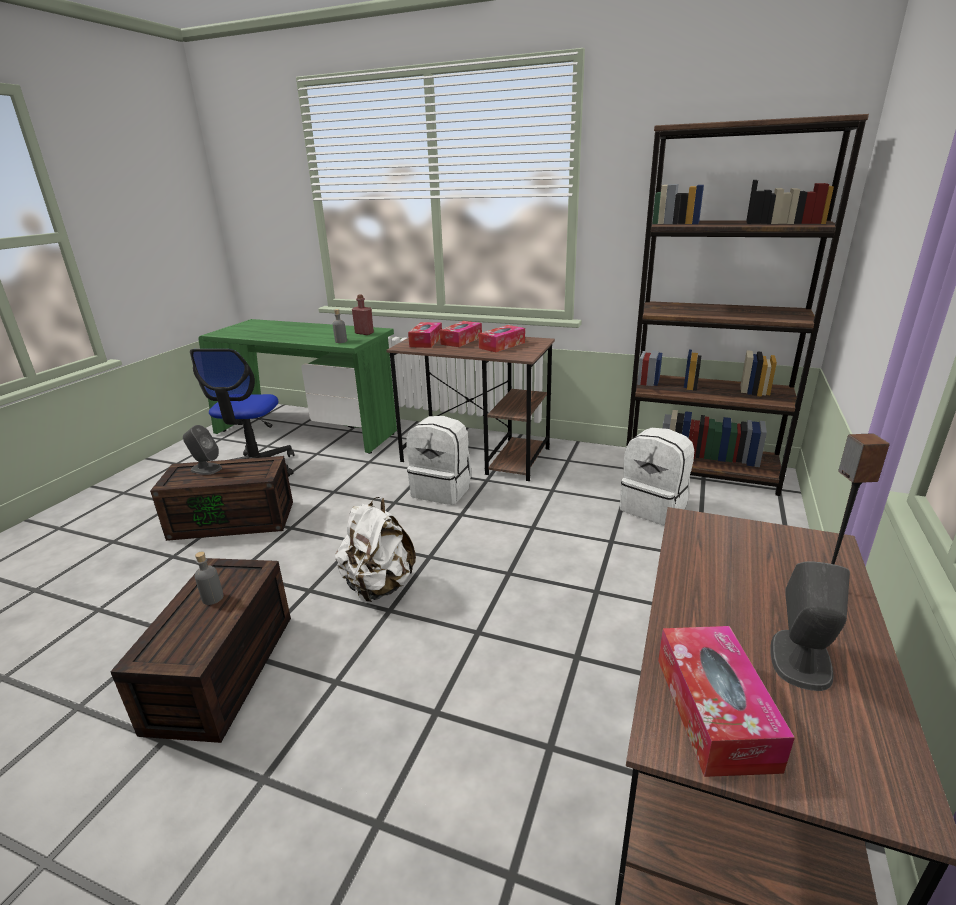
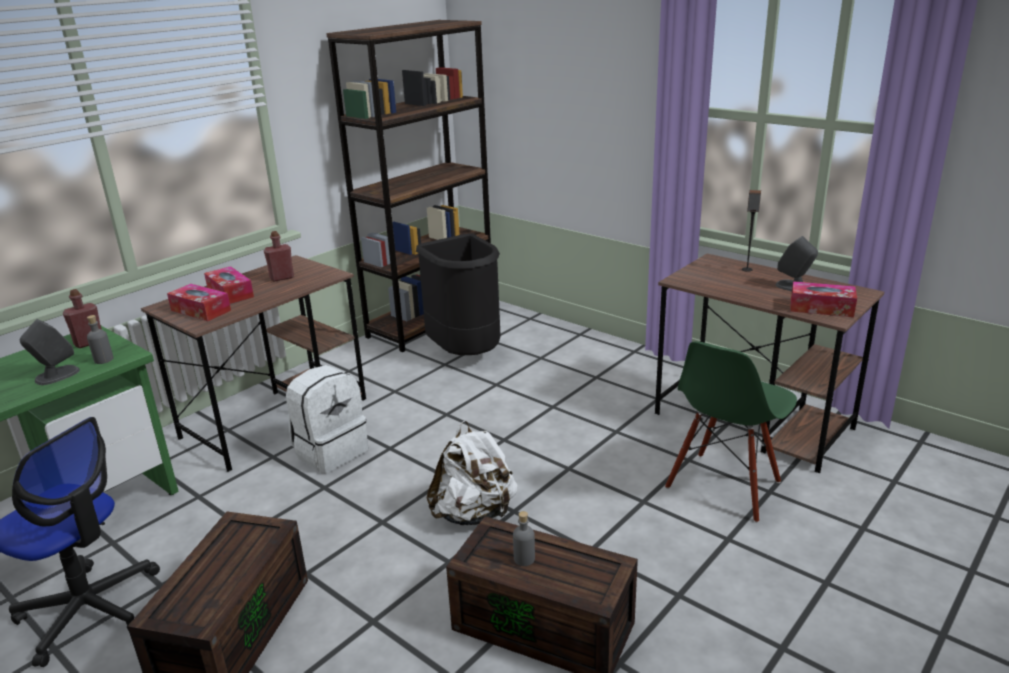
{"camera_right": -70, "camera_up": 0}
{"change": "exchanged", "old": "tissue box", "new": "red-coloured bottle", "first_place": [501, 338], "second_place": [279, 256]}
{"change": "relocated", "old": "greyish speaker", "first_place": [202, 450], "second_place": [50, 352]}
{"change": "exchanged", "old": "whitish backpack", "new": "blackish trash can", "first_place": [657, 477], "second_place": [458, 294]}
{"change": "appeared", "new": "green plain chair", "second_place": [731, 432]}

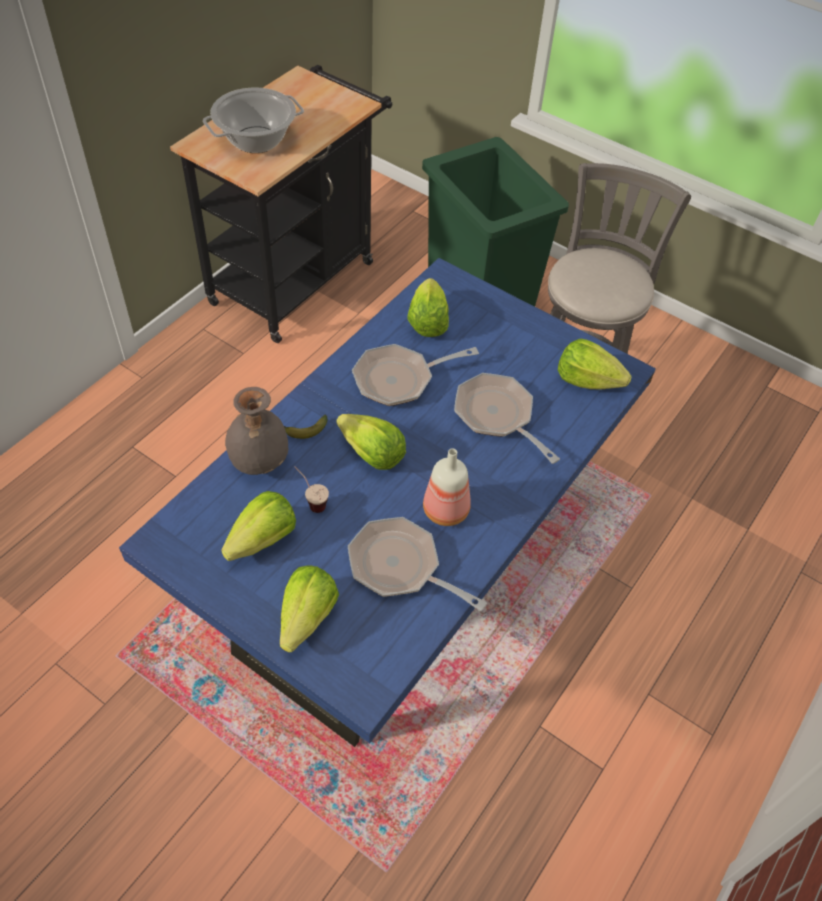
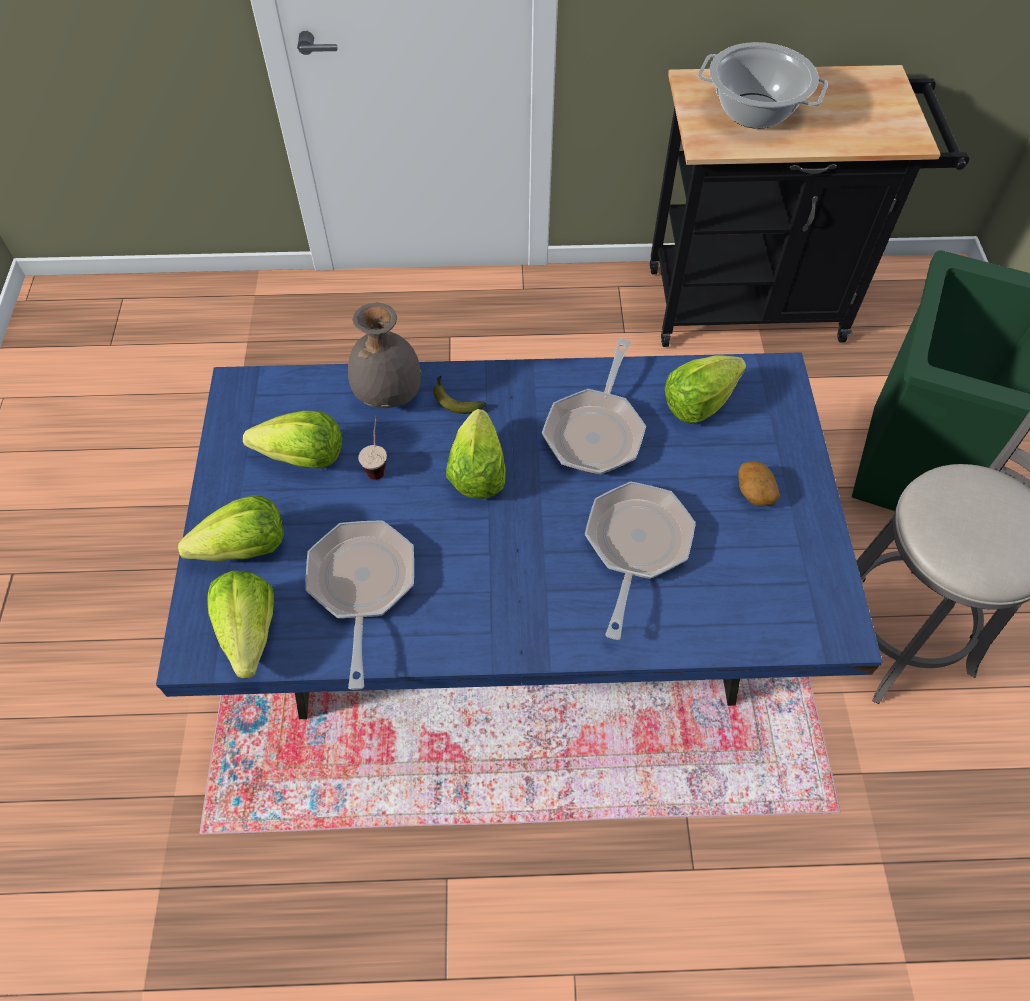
{"camera_right": 55, "camera_up": 5}
{"change": "relocated", "old": "lettuce", "first_place": [595, 364], "second_place": [240, 624]}
{"change": "spun", "old": "pan", "first_place": [415, 375], "second_place": [594, 407], "degrees": -105}
{"change": "missing", "old": "bottle", "first_place": [447, 487]}
{"change": "appeared", "new": "spud", "second_place": [758, 484]}

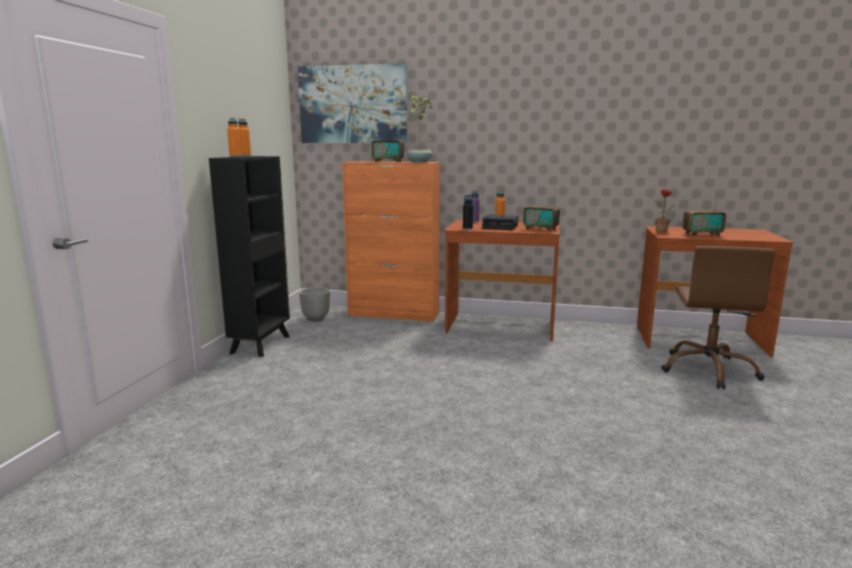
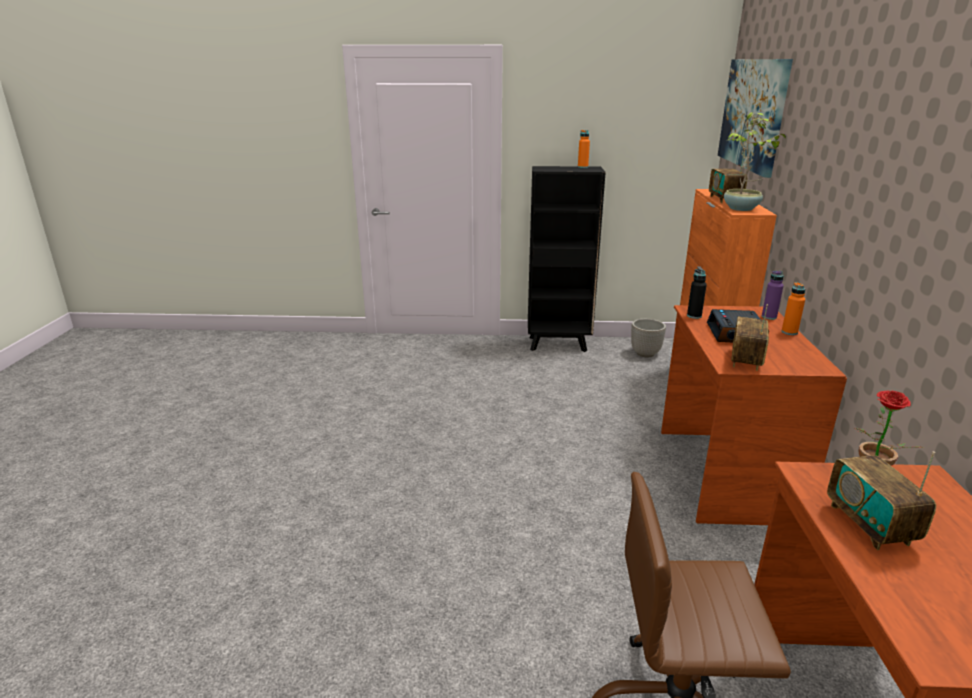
{"camera_right": 80, "camera_up": 10}
{"change": "missing", "old": "orange bottle", "first_place": [234, 137]}

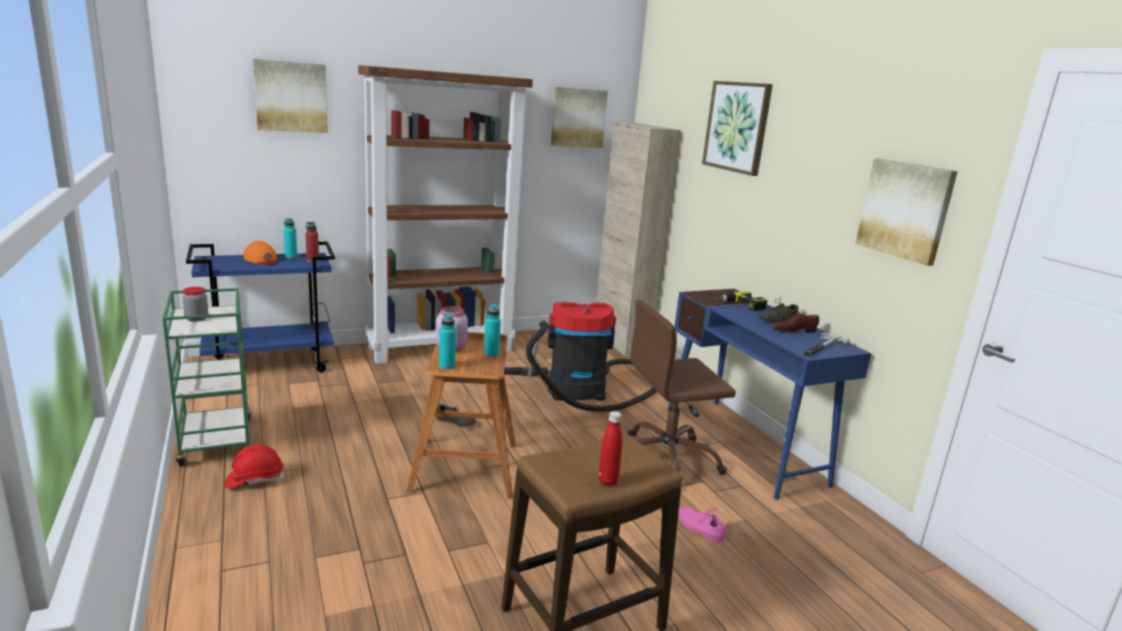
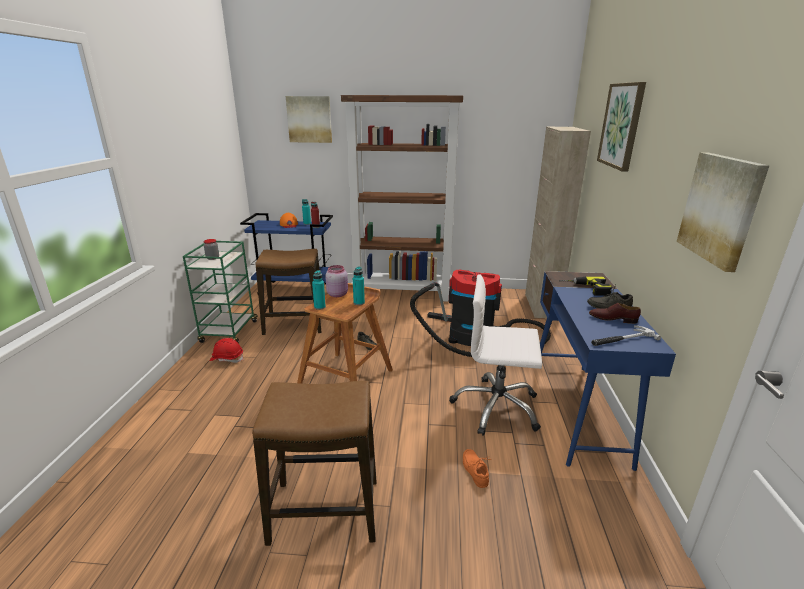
{"camera_right": 30, "camera_up": 5}
{"change": "missing", "old": "picture", "first_place": [579, 117]}
{"change": "colour", "old": "brown office chair", "new": "whitish office chair", "first_place": [681, 387], "second_place": [495, 355]}
{"change": "missing", "old": "red-coloured bottle", "first_place": [610, 448]}
{"change": "colour", "old": "pinkish shoe", "new": "orange shoe", "first_place": [702, 524], "second_place": [477, 468]}
{"change": "appeared", "new": "stool", "second_place": [288, 292]}

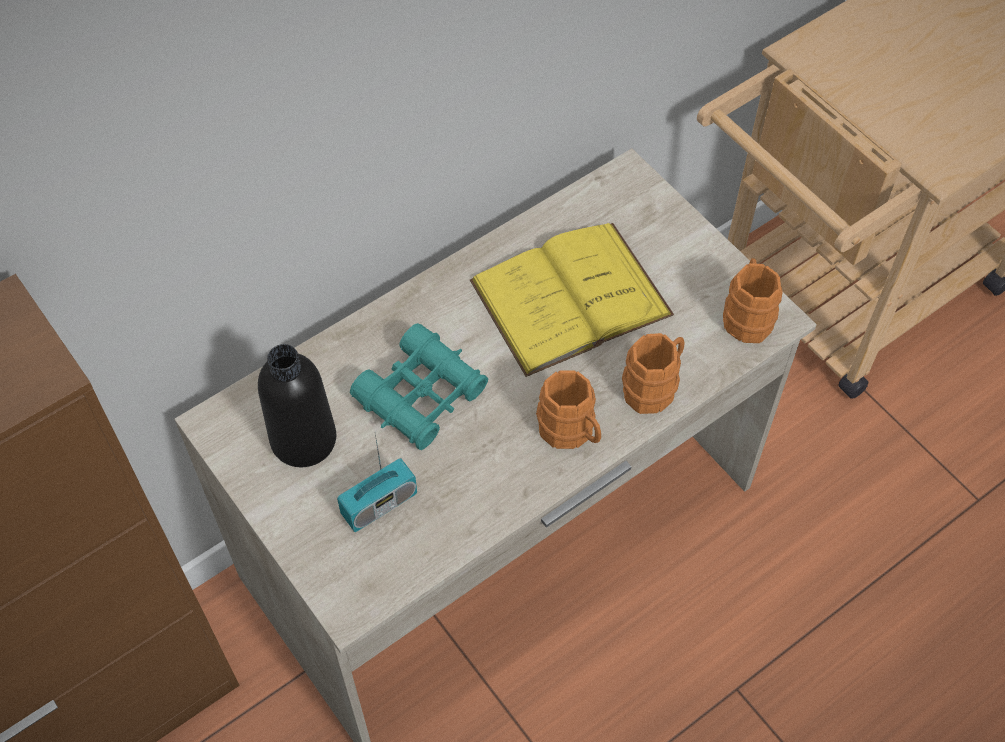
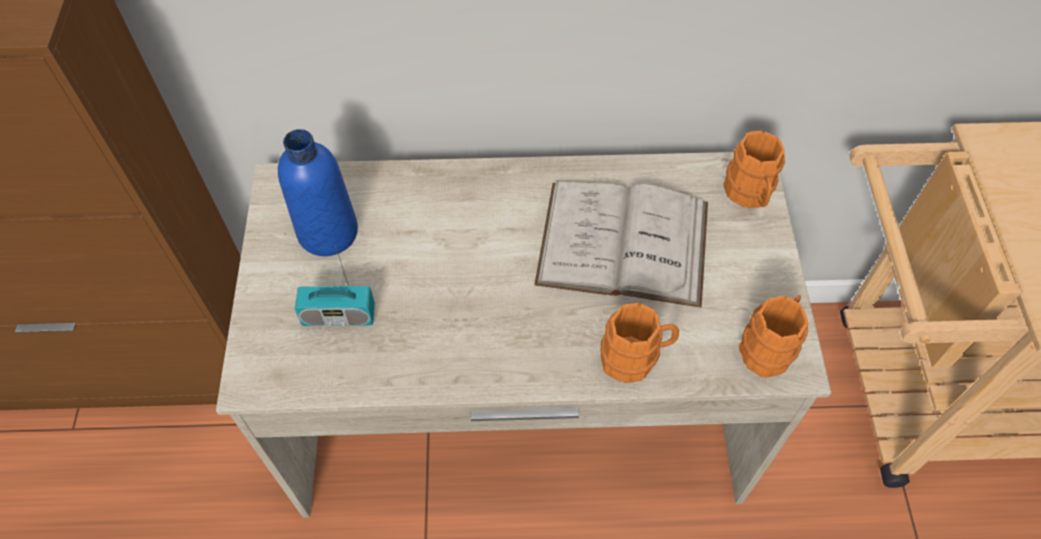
{"camera_right": 35, "camera_up": 0}
{"change": "colour", "old": "yellow-coloured book", "new": "whitish book", "first_place": [572, 300], "second_place": [621, 244]}
{"change": "missing", "old": "turquoise-coloured field glasses", "first_place": [419, 386]}
{"change": "colour", "old": "blackish bottle", "new": "blue-coloured bottle", "first_place": [297, 405], "second_place": [318, 192]}
{"change": "relocated", "old": "orange tea mug", "first_place": [568, 409], "second_place": [754, 169]}

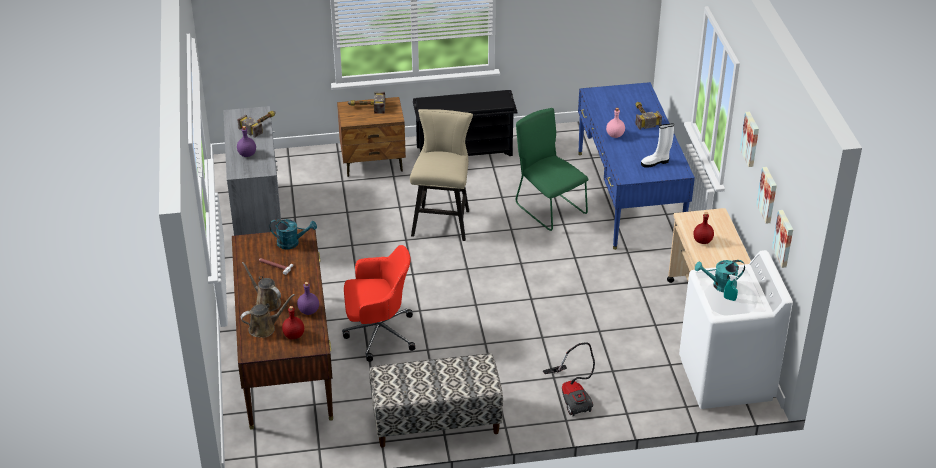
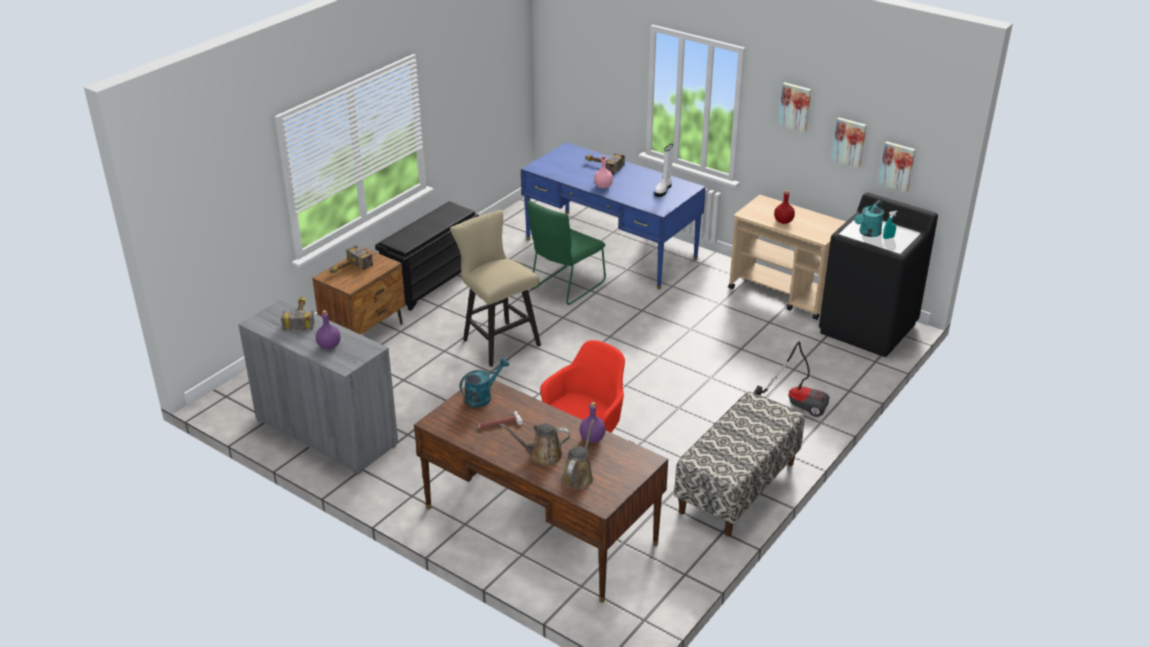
{"camera_right": -45, "camera_up": -5}
{"change": "spun", "old": "green plain chair", "first_place": [552, 169], "second_place": [566, 253], "degrees": -60}
{"change": "colour", "old": "whitish washing machine", "new": "blackish washing machine", "first_place": [736, 329], "second_place": [878, 274]}
{"change": "missing", "old": "red-coloured bottle", "first_place": [293, 322]}

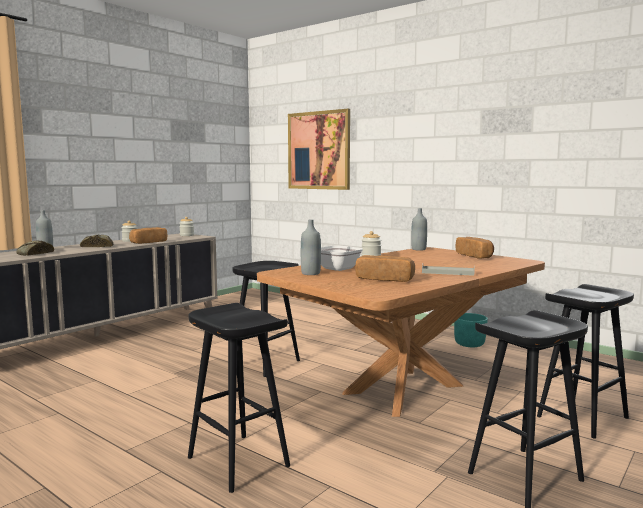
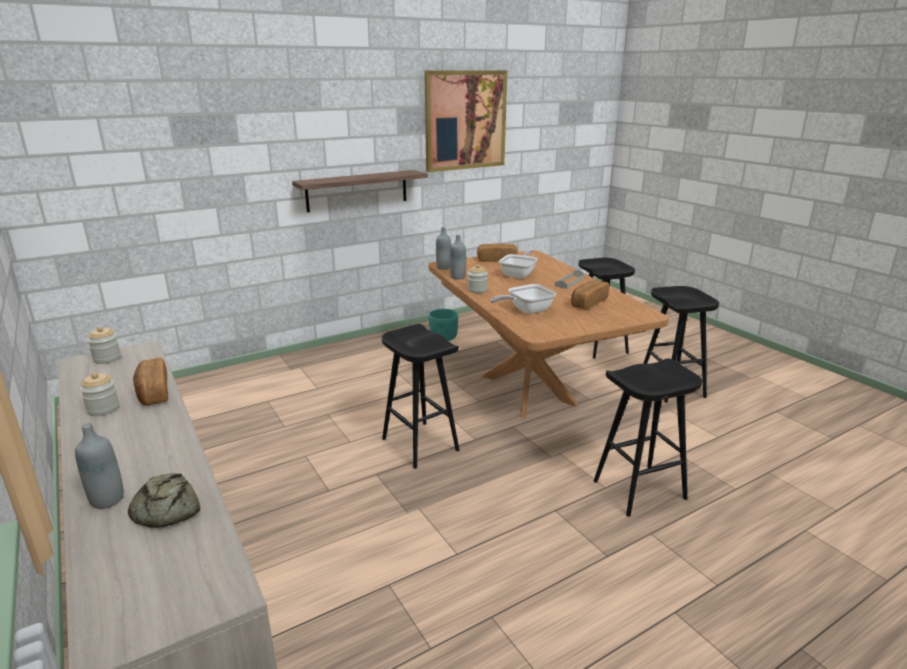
{"camera_right": -70, "camera_up": 15}
{"change": "relocated", "old": "picture", "first_place": [319, 149], "second_place": [465, 121]}
{"change": "relocated", "old": "greyish bottle", "first_place": [311, 247], "second_place": [458, 257]}
{"change": "missing", "old": "bread", "first_place": [96, 241]}
{"change": "appeared", "new": "wall shelf", "second_place": [360, 191]}
{"change": "appeared", "new": "pan", "second_place": [518, 264]}

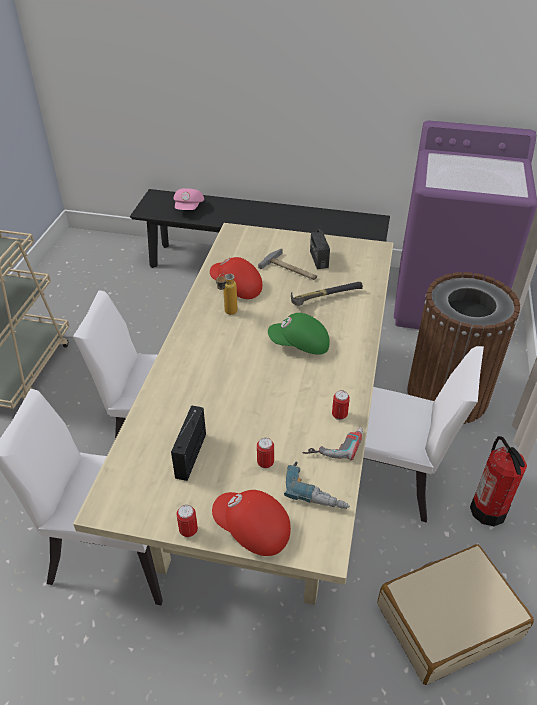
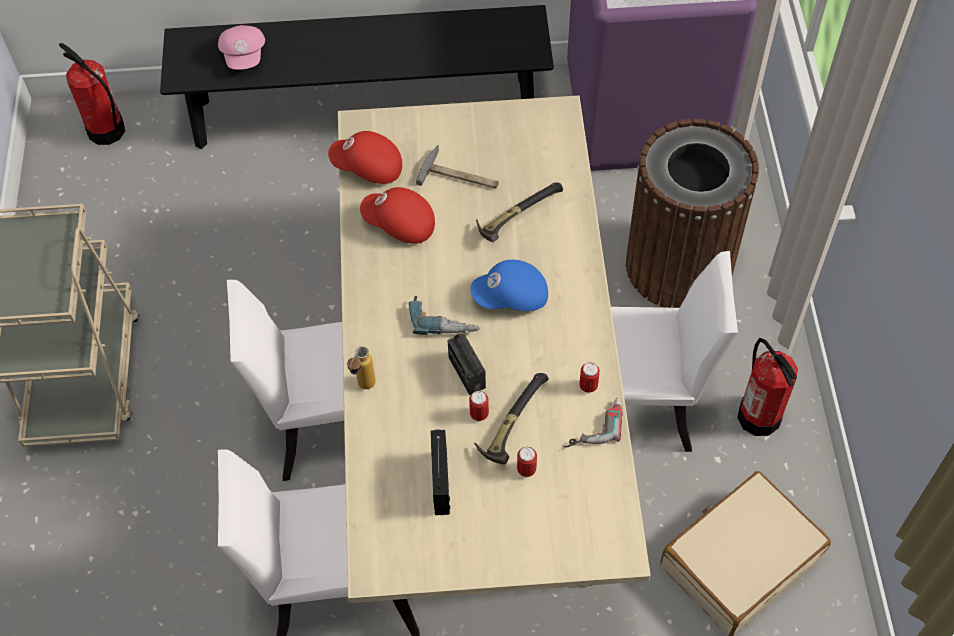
{"camera_right": -15, "camera_up": 15}
{"change": "relocated", "old": "radio set", "first_place": [320, 249], "second_place": [467, 364]}
{"change": "relocated", "old": "bottle", "first_place": [227, 294], "second_place": [361, 367]}
{"change": "colour", "old": "green peaked cap", "new": "blue-coloured peaked cap", "first_place": [299, 334], "second_place": [509, 285]}
{"change": "relocated", "old": "electric drill", "first_place": [317, 485], "second_place": [444, 315]}
{"change": "relocated", "old": "red-coloured peaked cap", "first_place": [251, 523], "second_place": [365, 157]}
{"change": "relocated", "old": "can", "first_place": [187, 521], "second_place": [479, 406]}
{"change": "appeared", "new": "fire-fighting cylinder", "second_place": [92, 94]}
{"change": "appeared", "new": "hammer", "second_place": [511, 418]}

